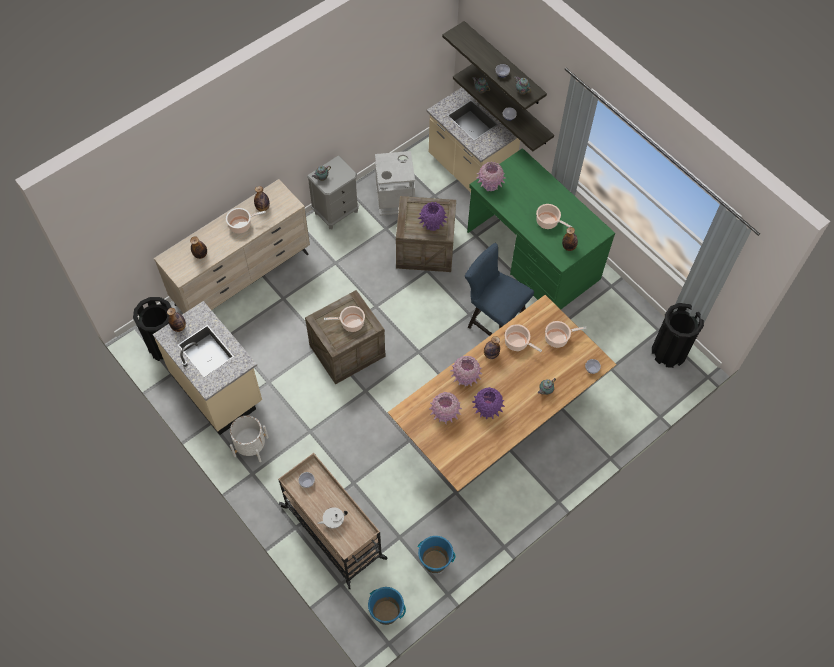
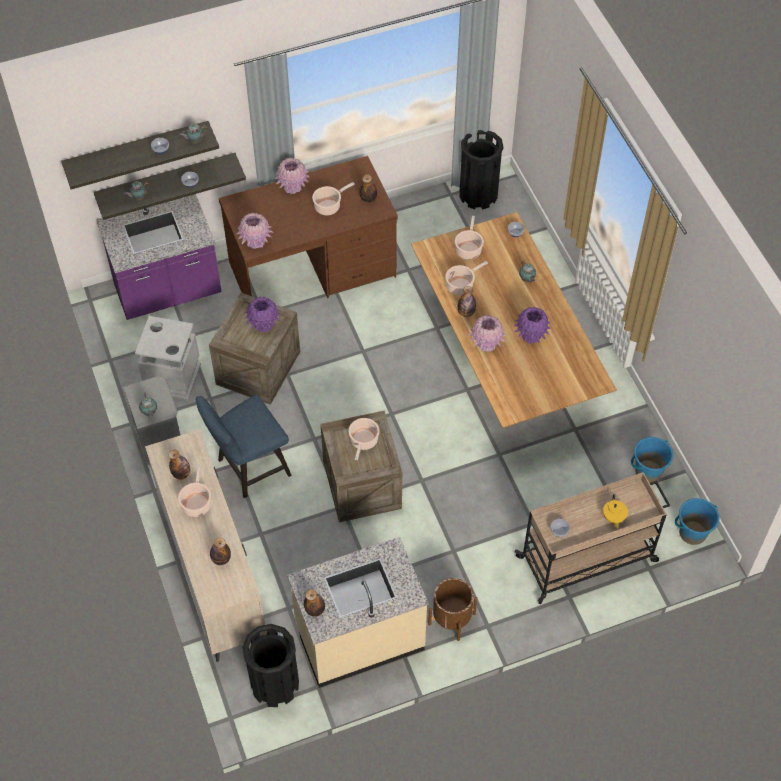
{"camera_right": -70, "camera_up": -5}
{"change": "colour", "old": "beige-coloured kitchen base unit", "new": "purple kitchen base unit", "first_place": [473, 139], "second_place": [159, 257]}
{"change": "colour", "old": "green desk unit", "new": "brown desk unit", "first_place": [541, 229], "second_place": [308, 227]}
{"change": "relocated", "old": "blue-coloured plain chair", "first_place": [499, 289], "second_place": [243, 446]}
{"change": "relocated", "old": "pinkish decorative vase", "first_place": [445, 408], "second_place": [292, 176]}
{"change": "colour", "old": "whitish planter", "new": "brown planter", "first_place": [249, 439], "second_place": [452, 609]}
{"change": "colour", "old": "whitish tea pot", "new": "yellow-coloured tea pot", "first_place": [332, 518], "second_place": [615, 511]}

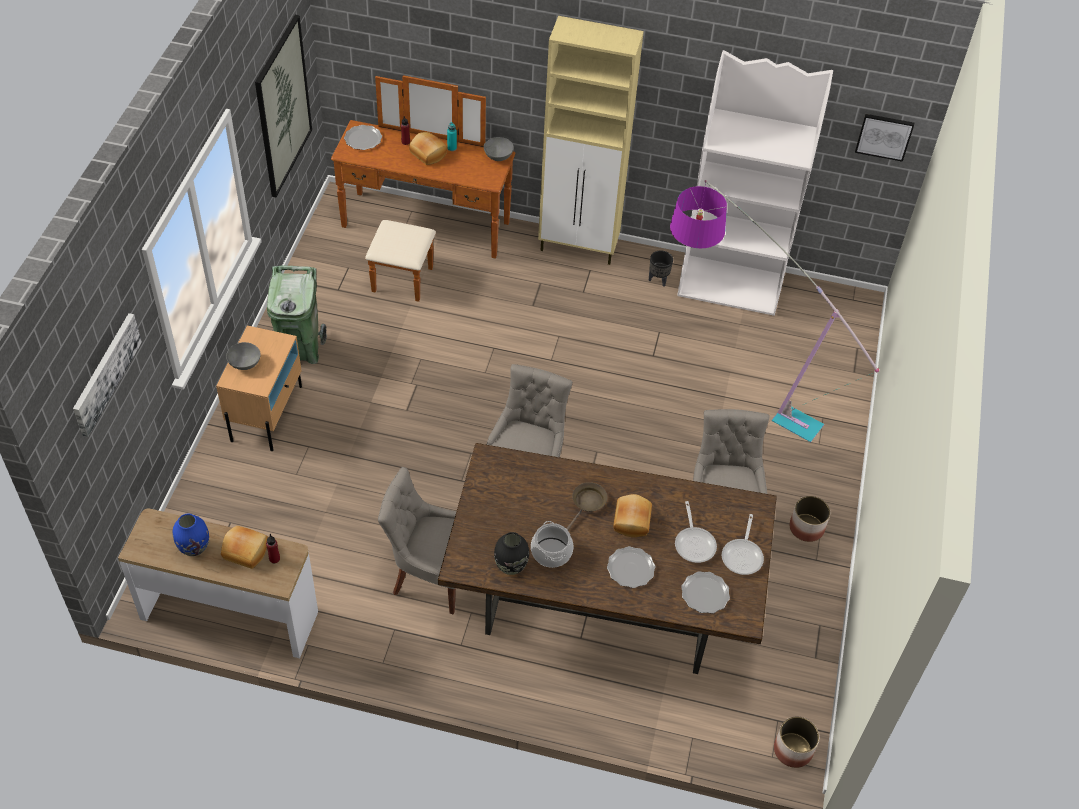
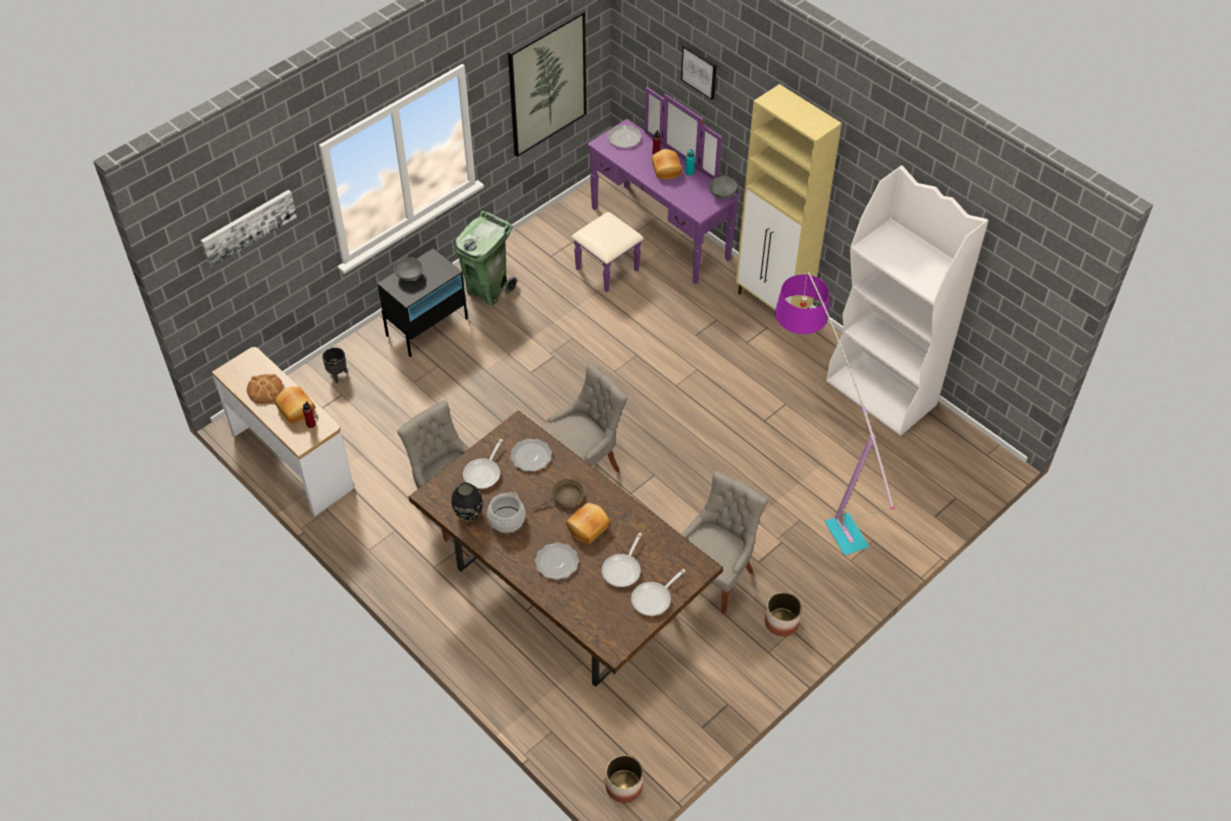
{"camera_right": 35, "camera_up": 0}
{"change": "colour", "old": "brown chest of drawers", "new": "purple chest of drawers", "first_place": [423, 188], "second_place": [656, 189]}
{"change": "relocated", "old": "picture", "first_place": [884, 138], "second_place": [699, 72]}
{"change": "relocated", "old": "blackish planter", "first_place": [661, 268], "second_place": [334, 365]}
{"change": "colour", "old": "beige-coloured nightstand", "new": "blackish nightstand", "first_place": [259, 388], "second_place": [422, 302]}
{"change": "exchanged", "old": "blue-coloured decorative vase", "new": "bread", "first_place": [190, 535], "second_place": [265, 388]}
{"change": "relocated", "old": "flat dish", "first_place": [705, 592], "second_place": [531, 455]}
{"change": "appeared", "new": "pan", "second_place": [483, 464]}

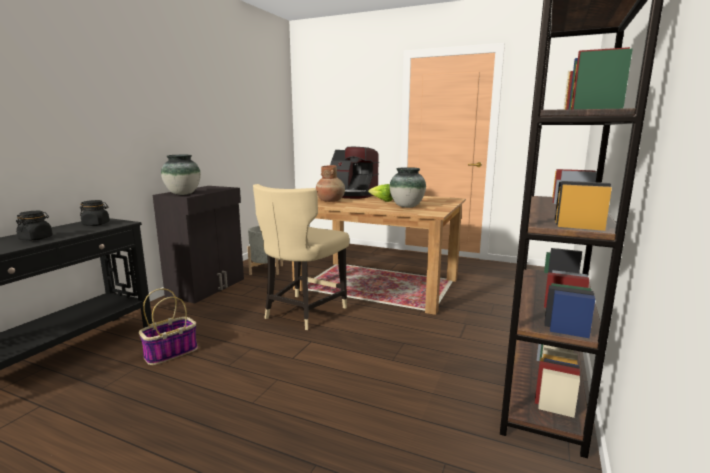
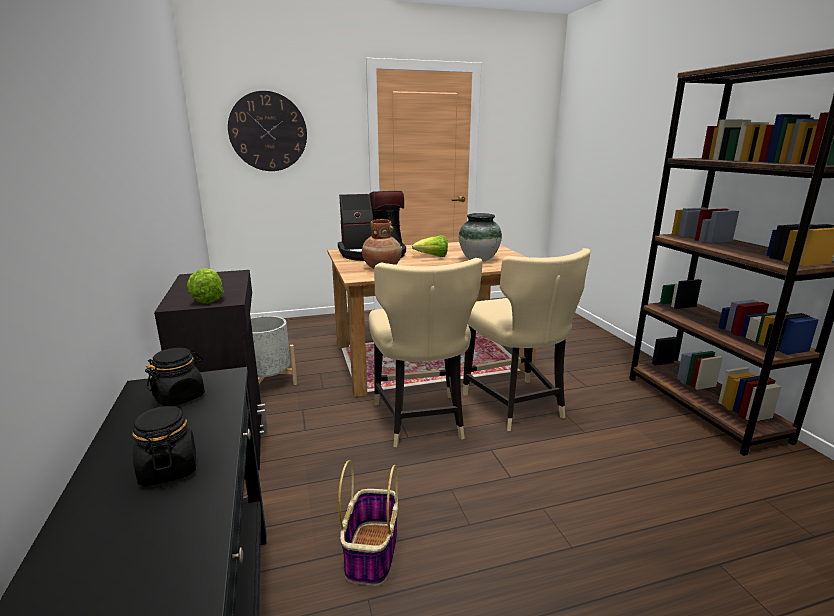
{"camera_right": -40, "camera_up": 5}
{"change": "exchanged", "old": "decorative vase", "new": "lettuce", "first_place": [181, 175], "second_place": [205, 285]}
{"change": "appeared", "new": "wall clock", "second_place": [267, 131]}
{"change": "appeared", "new": "beige-coloured plain chair", "second_place": [527, 339]}

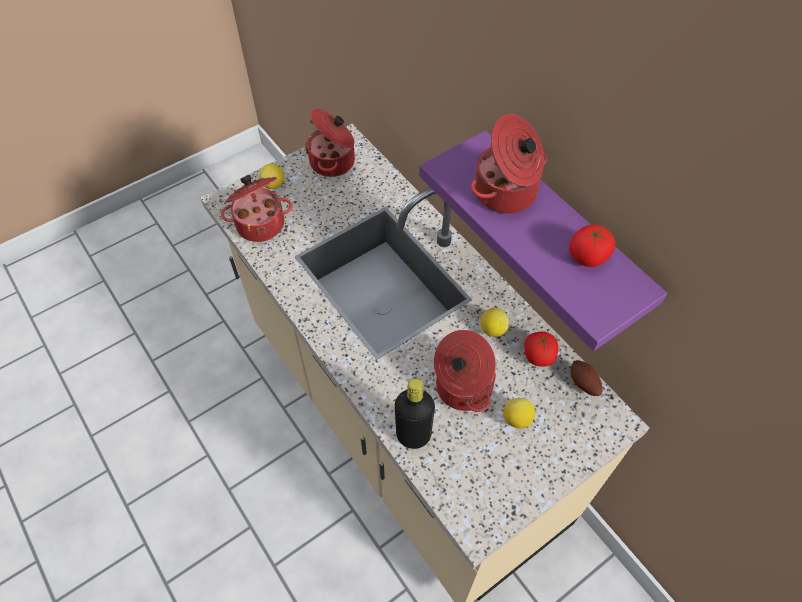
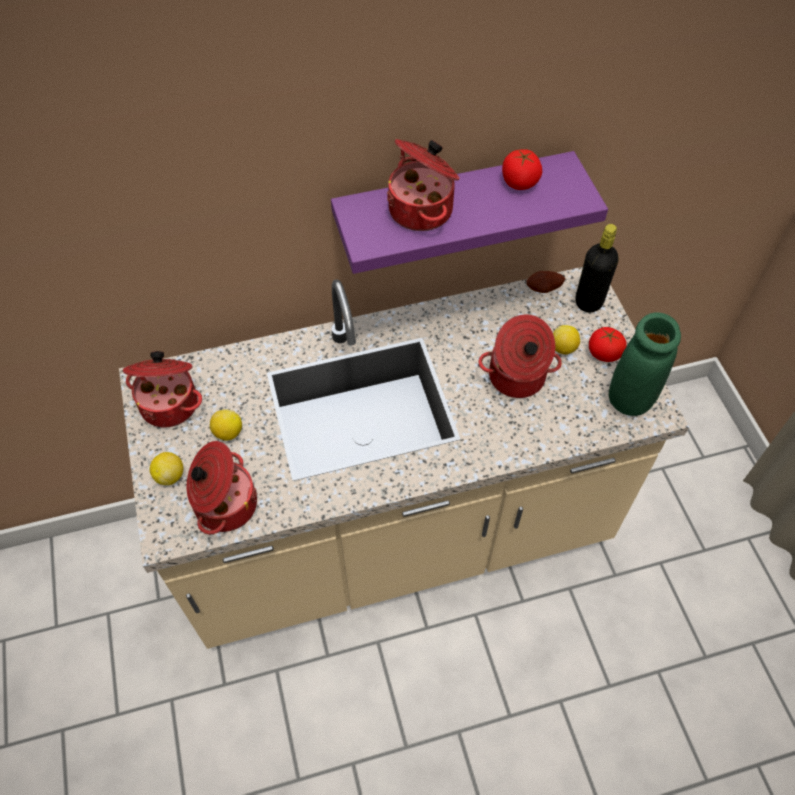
{"camera_right": -70, "camera_up": 0}
{"change": "relocated", "old": "citrus fruit", "first_place": [495, 322], "second_place": [226, 425]}
{"change": "relocated", "old": "tomato", "first_place": [541, 349], "second_place": [608, 344]}
{"change": "relocated", "old": "blackish bottle", "first_place": [415, 414], "second_place": [596, 268]}
{"change": "appeared", "new": "green decorative vase", "second_place": [645, 364]}

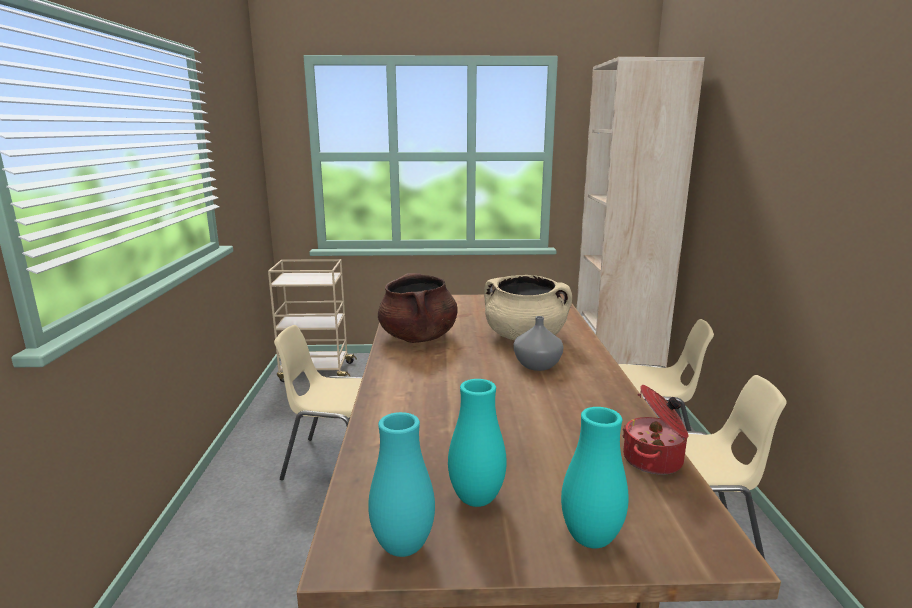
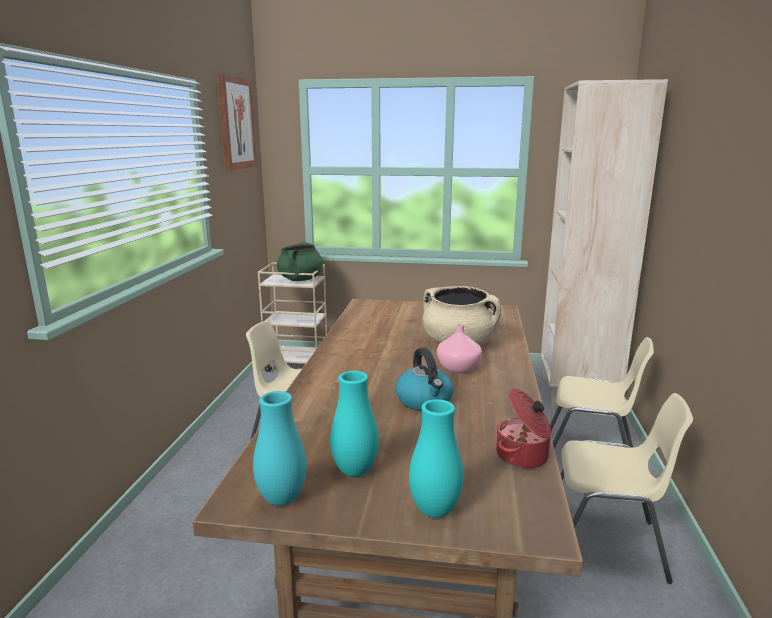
{"camera_right": 10, "camera_up": 0}
{"change": "missing", "old": "brown stockpot", "first_place": [418, 308]}
{"change": "colour", "old": "greyish decorative vase", "new": "pinkish decorative vase", "first_place": [539, 343], "second_place": [459, 348]}
{"change": "appeared", "new": "picture", "second_place": [237, 122]}
{"change": "appeared", "new": "green stockpot", "second_place": [300, 261]}
{"change": "appeared", "new": "tea kettle", "second_place": [424, 379]}

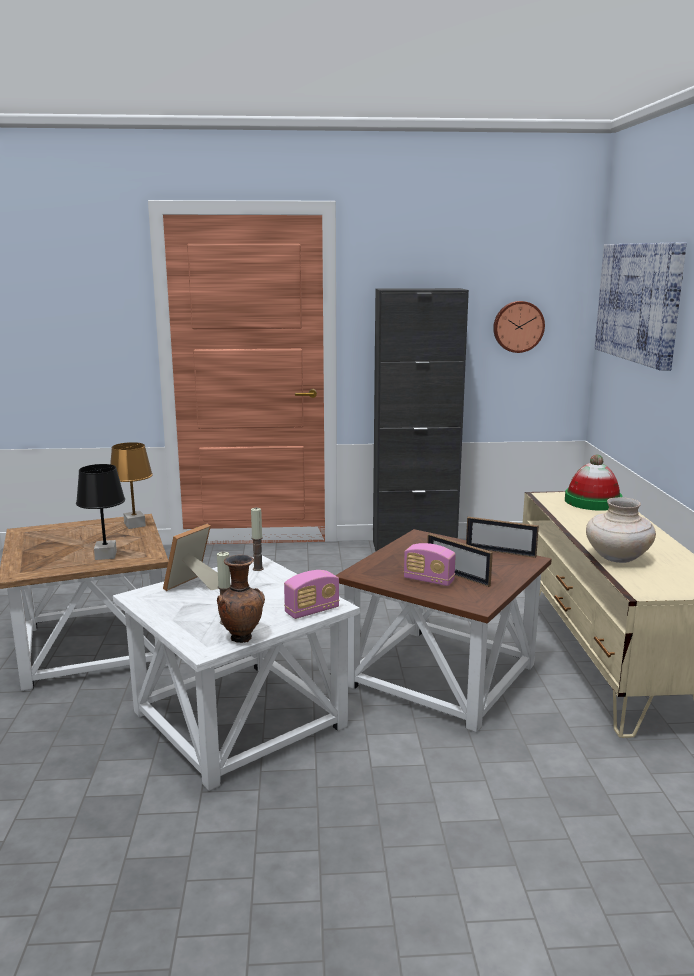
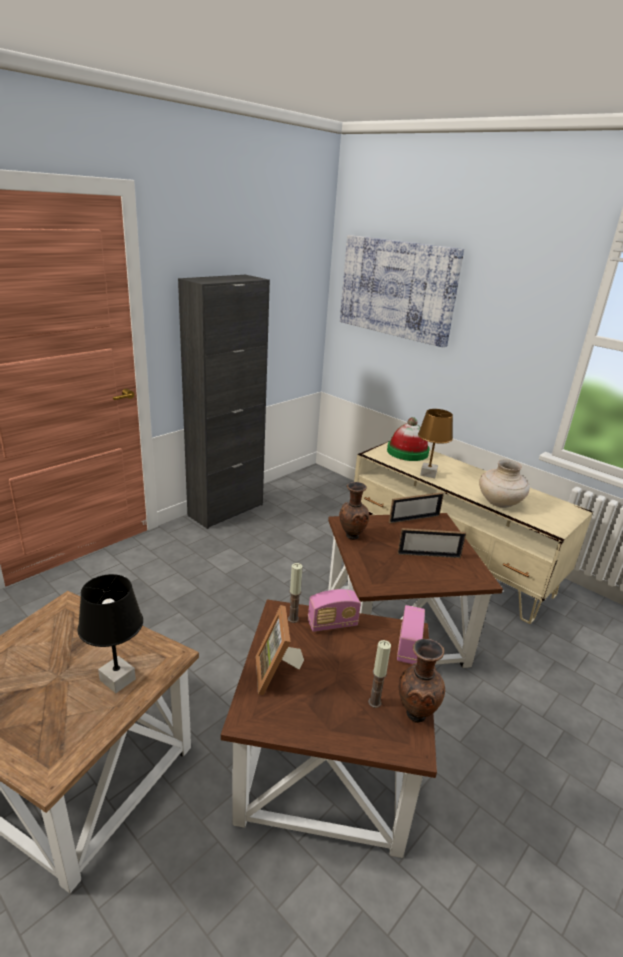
{"camera_right": -45, "camera_up": 10}
{"change": "missing", "old": "wall clock", "first_place": [519, 327]}
{"change": "relocated", "old": "brown tabletop lamp", "first_place": [131, 485], "second_place": [435, 443]}
{"change": "relocated", "old": "radio set", "first_place": [430, 564], "second_place": [334, 610]}
{"change": "colour", "old": "whitish side table", "new": "brown side table", "first_place": [236, 673], "second_place": [329, 728]}
{"change": "appeared", "new": "brown decorative vase", "second_place": [354, 511]}

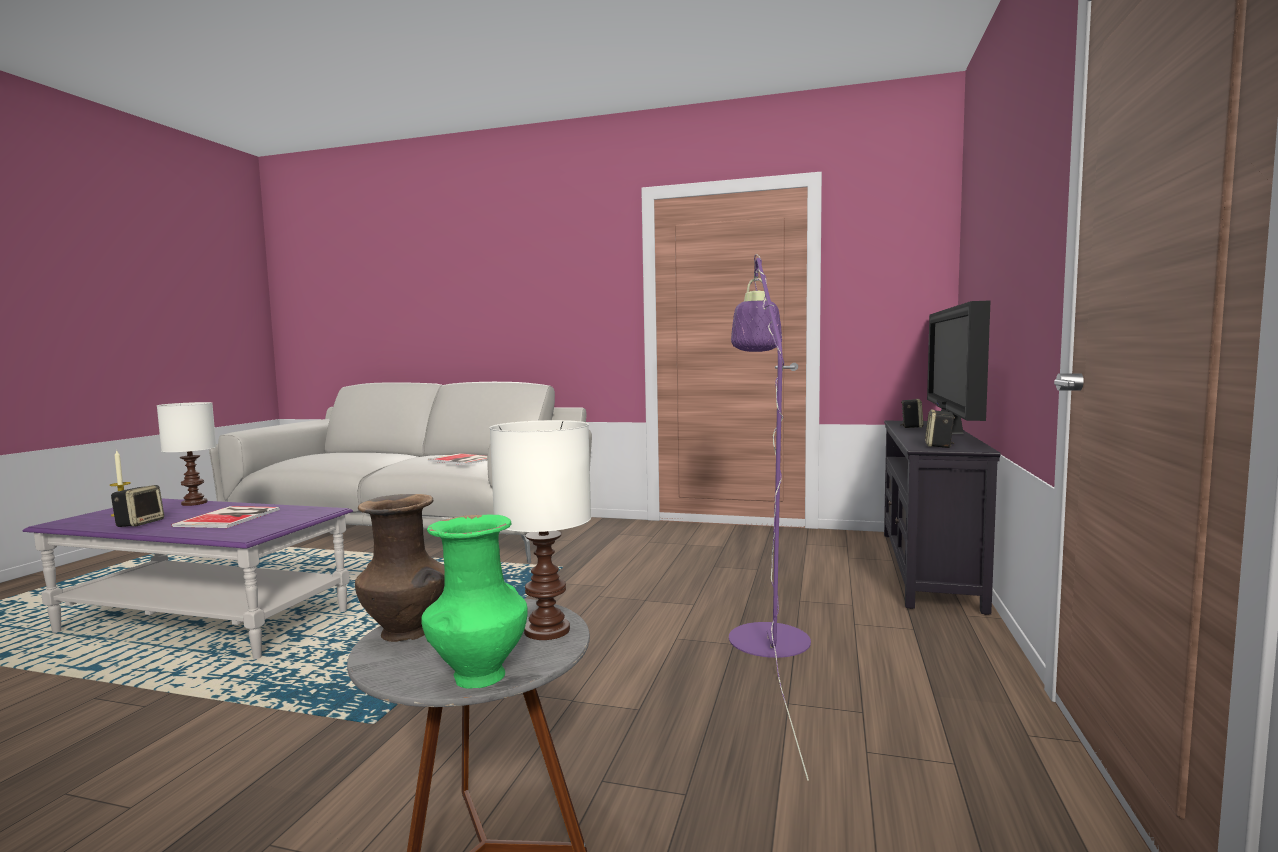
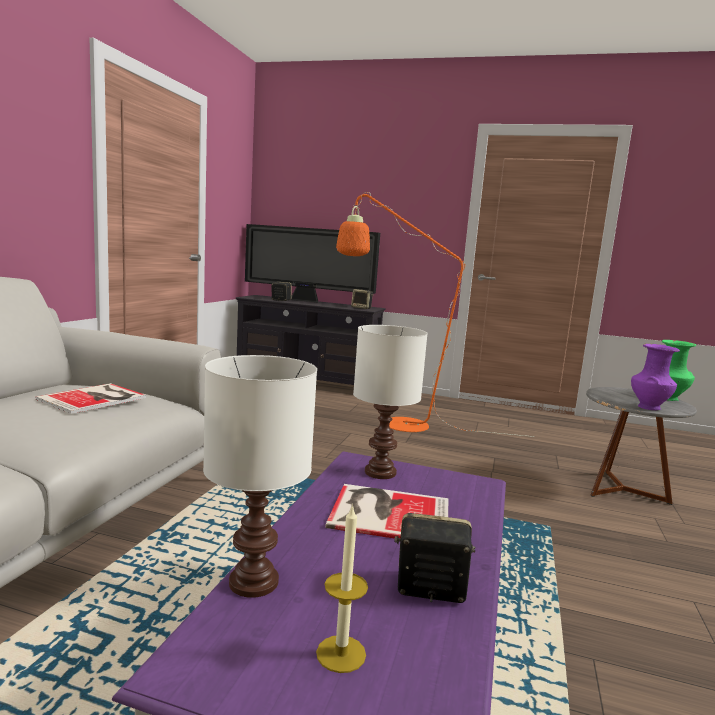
{"camera_right": -90, "camera_up": 5}
{"change": "colour", "old": "purple standard lamp", "new": "orange standard lamp", "first_place": [770, 517], "second_place": [435, 314]}
{"change": "relocated", "old": "whitish tabletop lamp", "first_place": [540, 530], "second_place": [390, 402]}
{"change": "colour", "old": "brown decorative vase", "new": "purple decorative vase", "first_place": [400, 568], "second_place": [655, 376]}

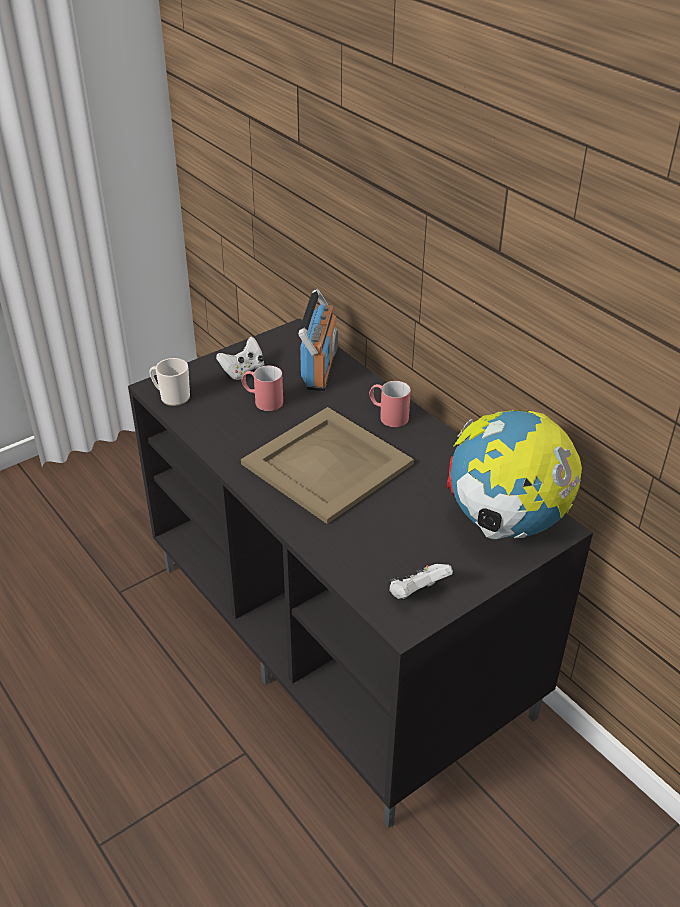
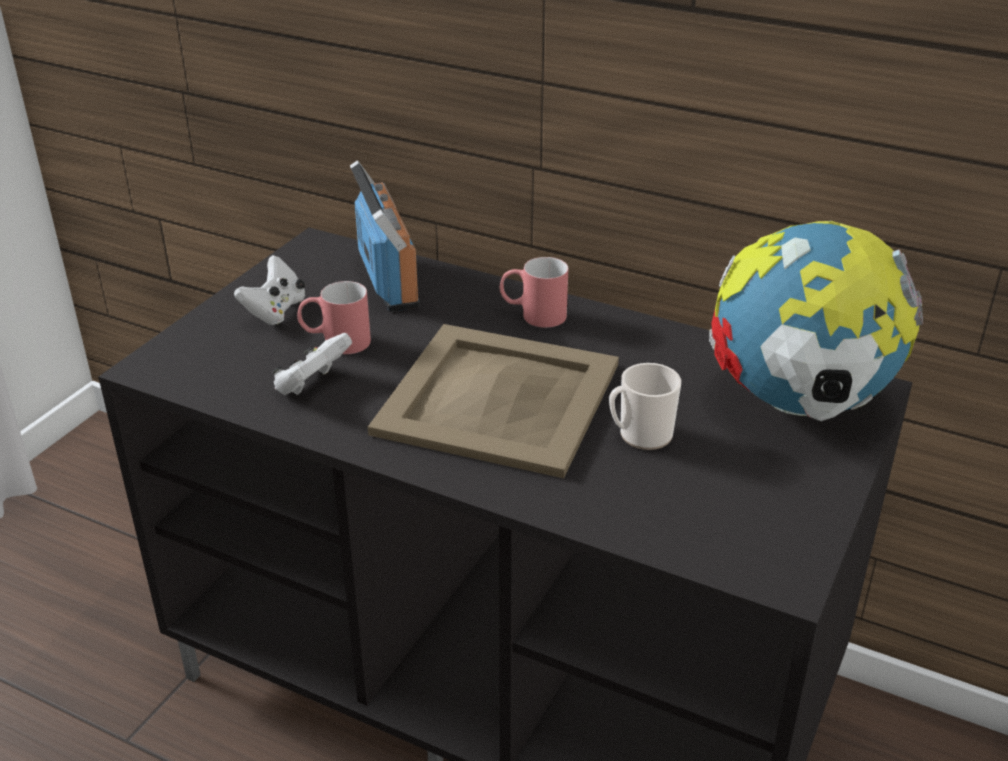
{"camera_right": -25, "camera_up": -5}
{"change": "relocated", "old": "tea mug", "first_place": [169, 382], "second_place": [645, 406]}
{"change": "relocated", "old": "whitish joypad", "first_place": [421, 581], "second_place": [312, 364]}

